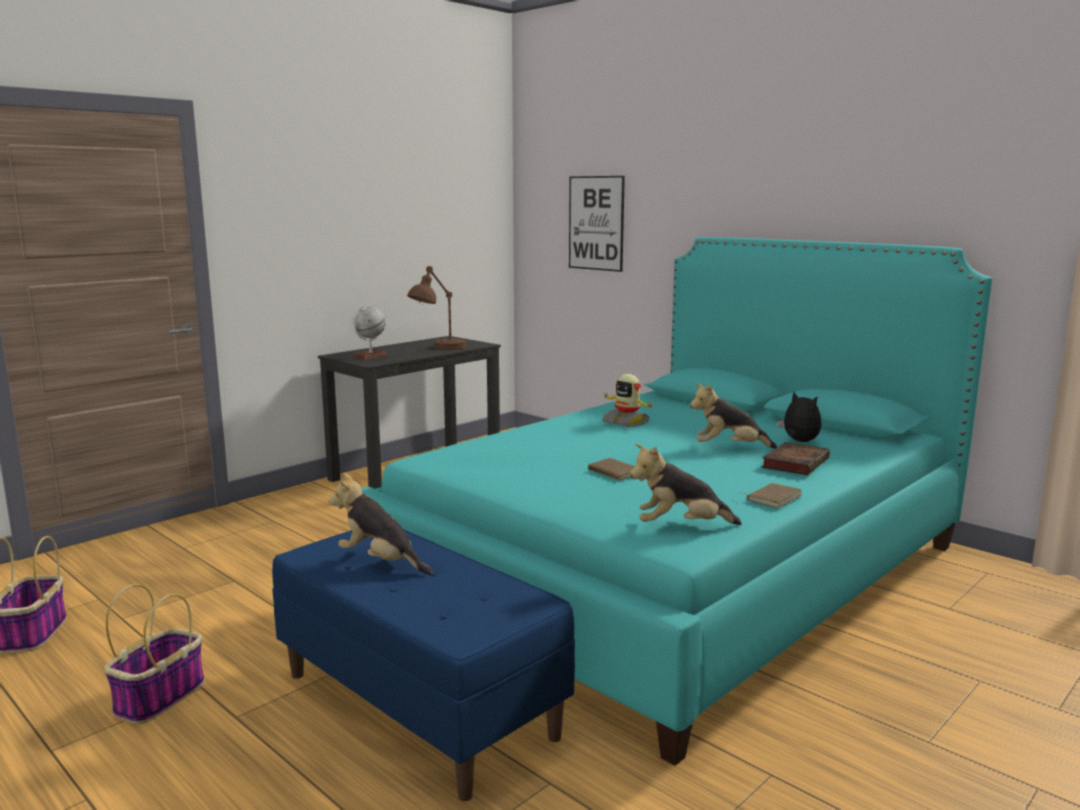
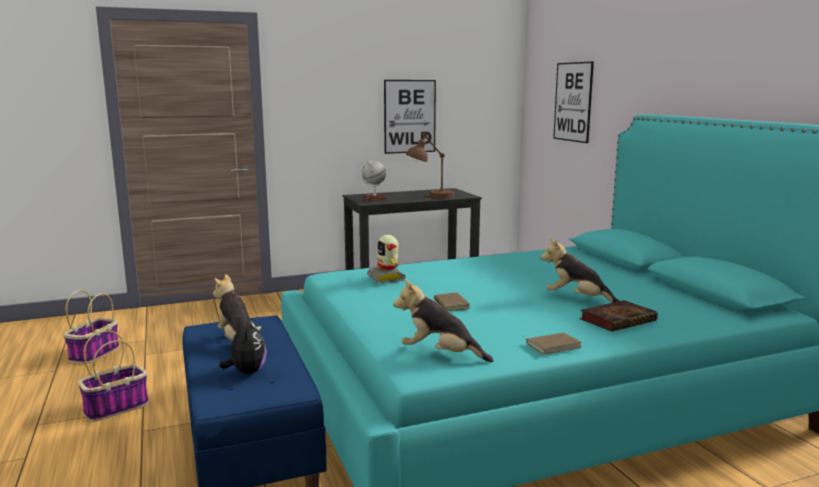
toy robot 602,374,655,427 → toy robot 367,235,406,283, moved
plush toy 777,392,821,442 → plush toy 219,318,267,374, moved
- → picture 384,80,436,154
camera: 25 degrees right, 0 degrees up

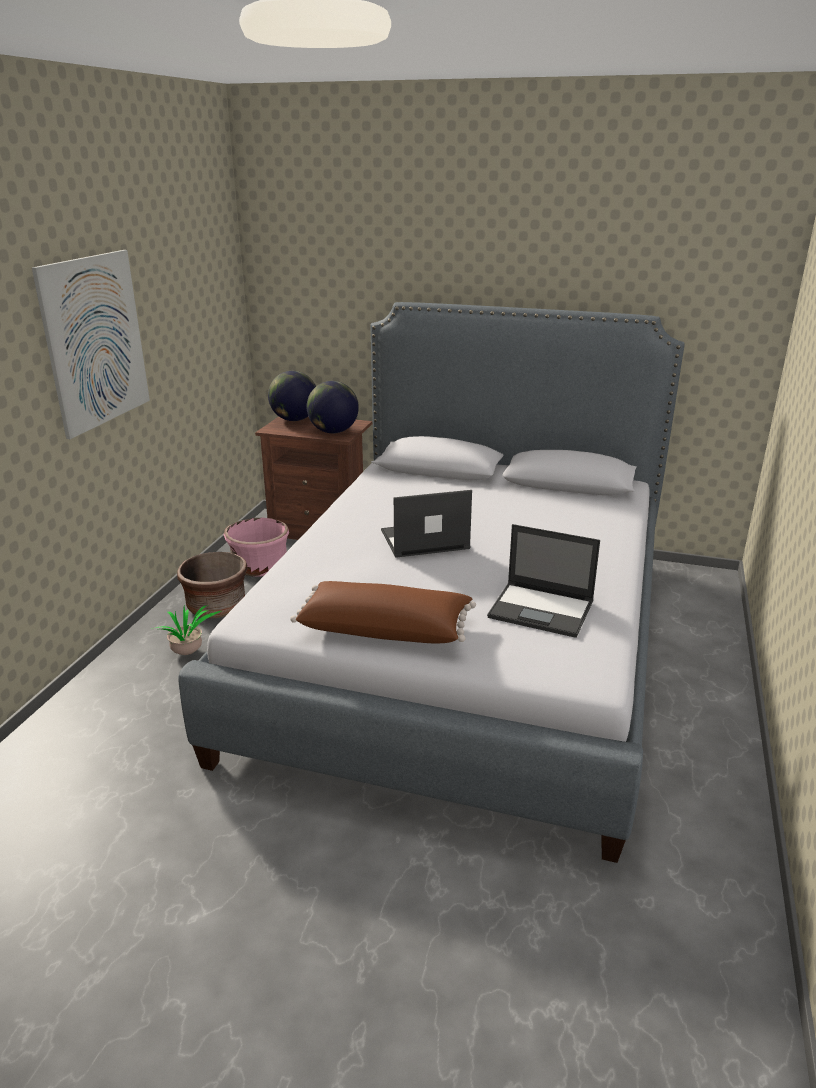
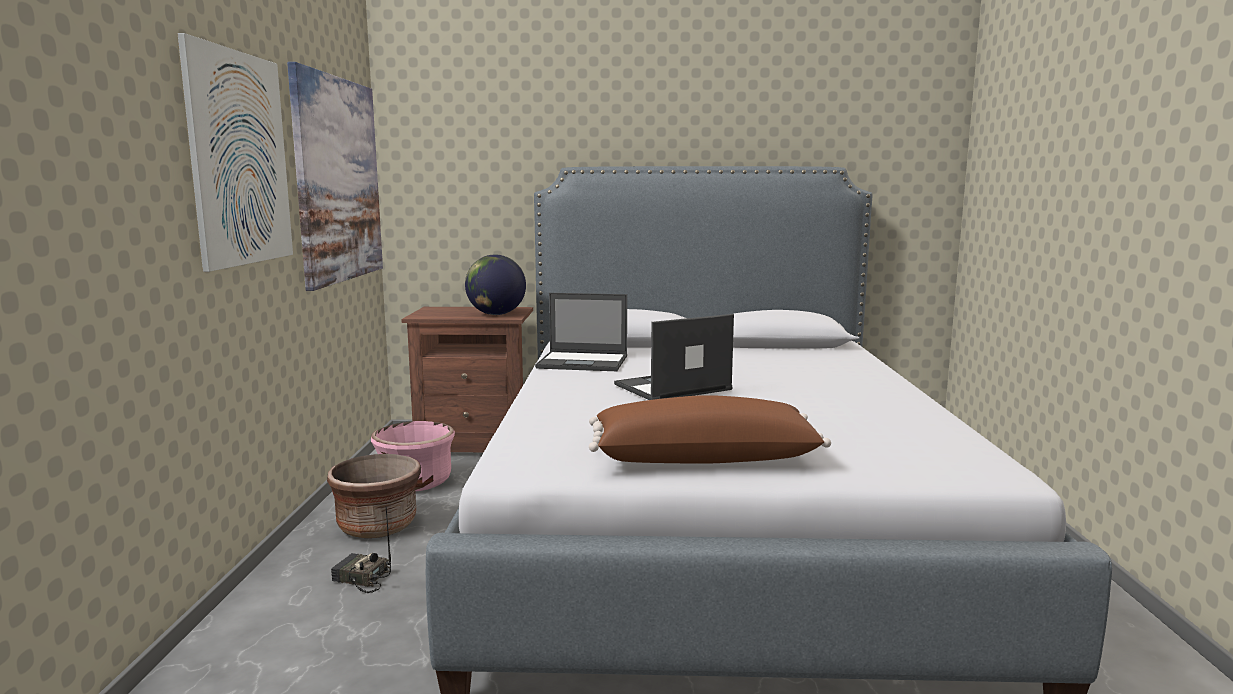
potted plant 151,605,221,655 → radio 331,506,391,593
globe 268,371,316,421 → -
laptop 487,524,600,638 → laptop 535,293,627,371, moved
- → picture 287,62,383,291
camera: 15 degrees left, 15 degrees down

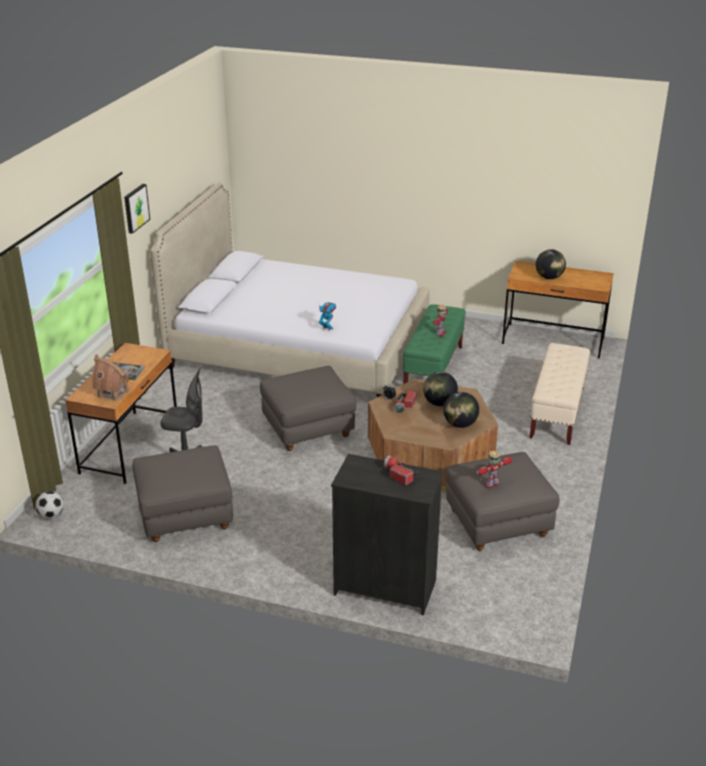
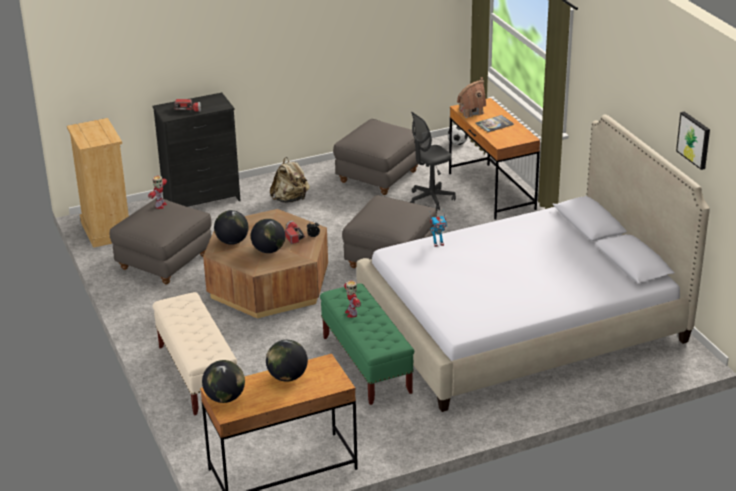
picture 124,184,150,234 → picture 676,112,710,170, moved
- → beige dresser 67,118,129,248
- → globe 202,360,245,403
- → beige backpack 270,157,310,203
camera: 140 degrees right, 0 degrees up

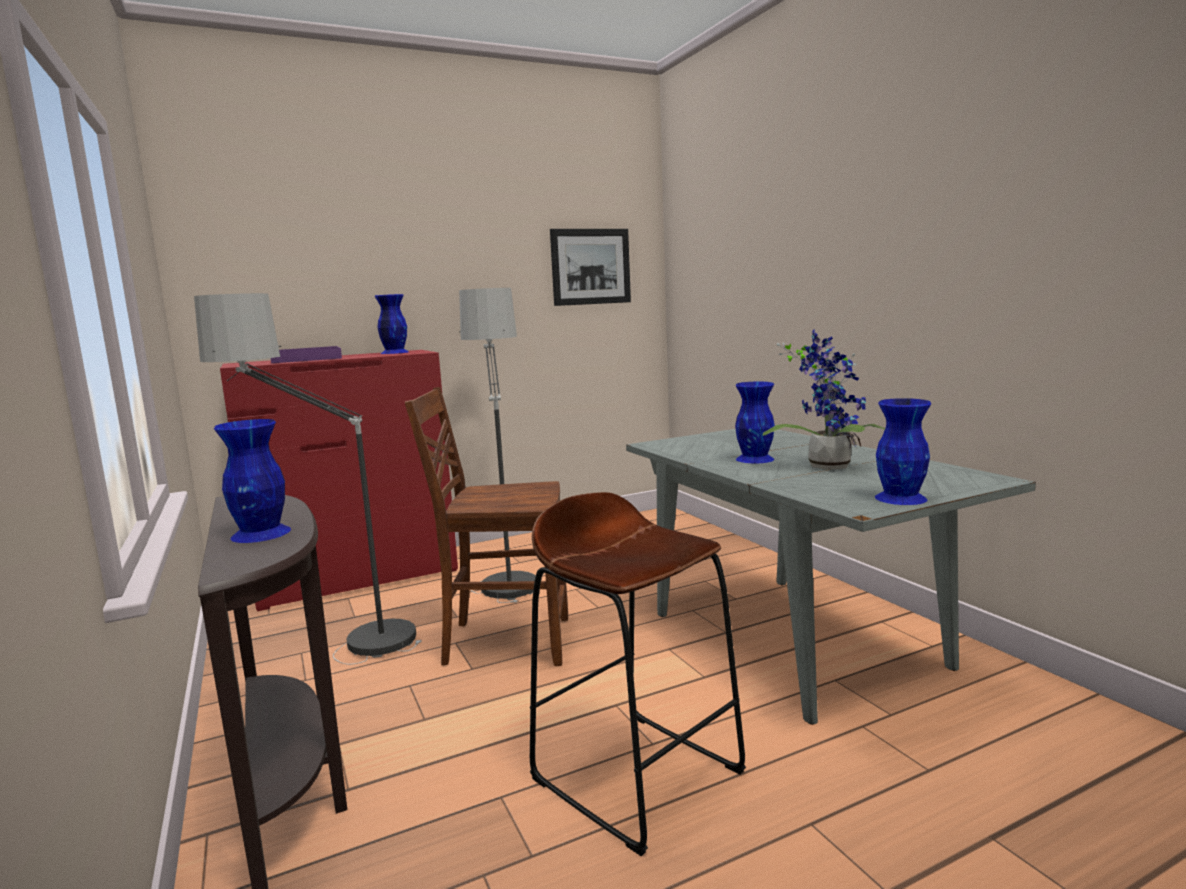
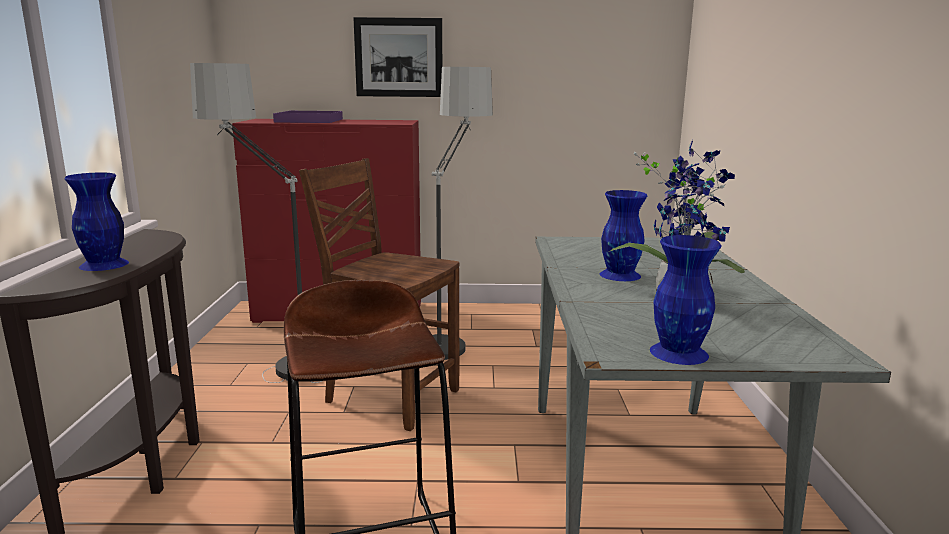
blue vase 375,294,409,354 → -
picture 550,229,631,306 → picture 354,17,442,97, moved
camera: 25 degrees right, 5 degrees up

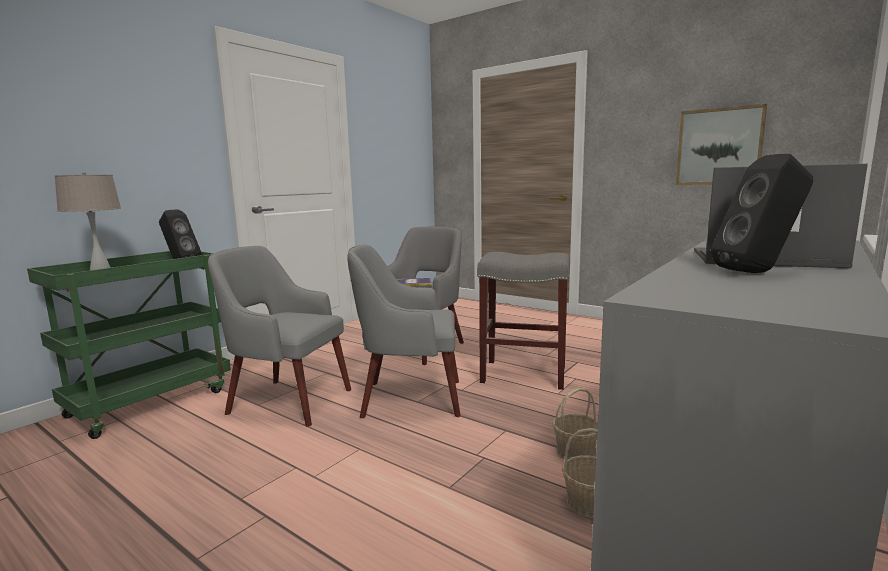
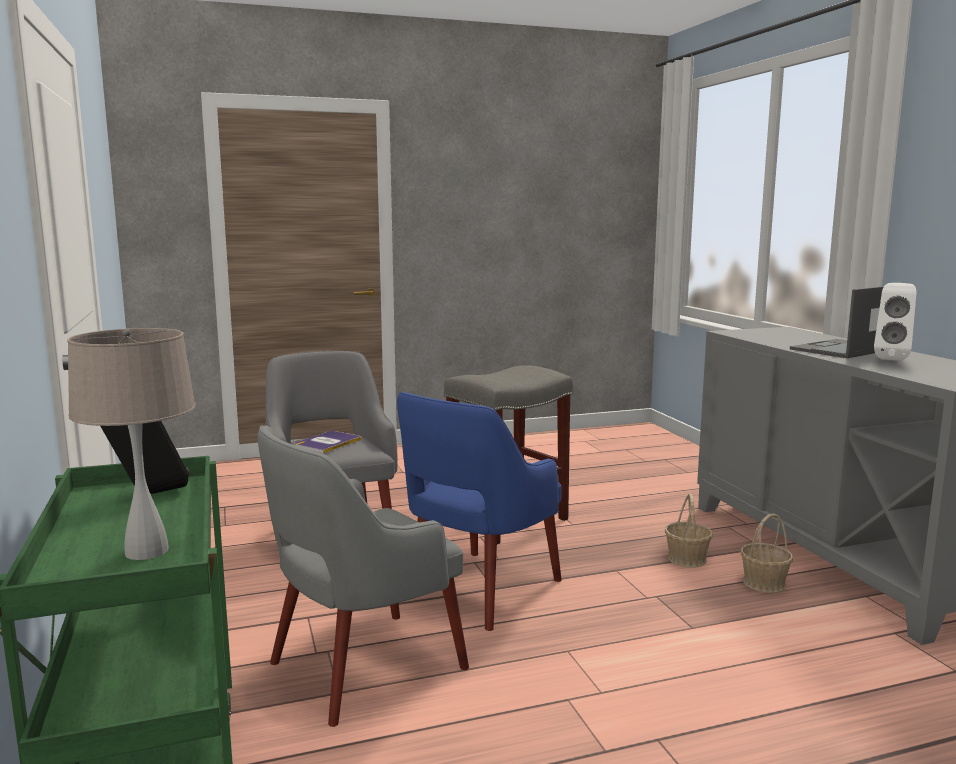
grey armchair 347,245,461,418 → blue armchair 397,392,562,631
picture 676,104,767,185 → -
black speaker 711,154,813,273 → white speaker 874,283,916,361
camera: 55 degrees left, 0 degrees up

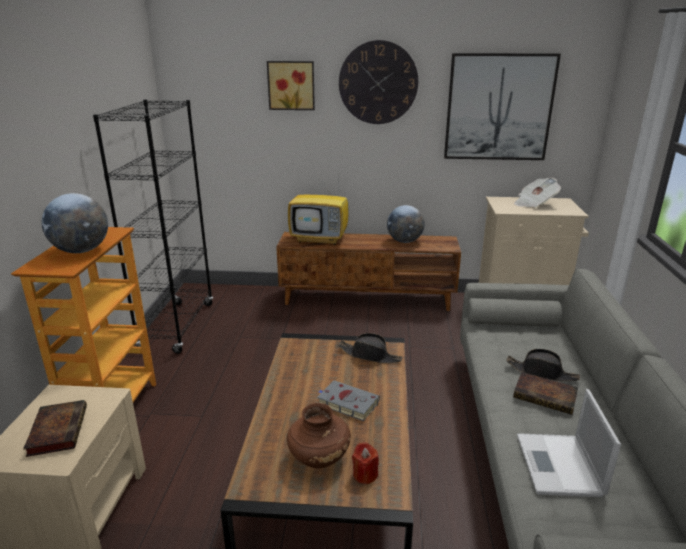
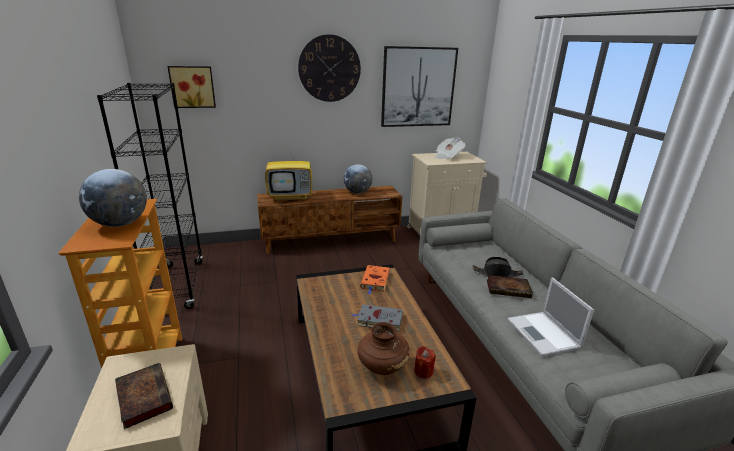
picture 267,61,315,110 → picture 167,66,216,108, moved
black hat 338,333,403,363 → orange book 360,265,389,295
camera: 20 degrees left, 0 degrees up

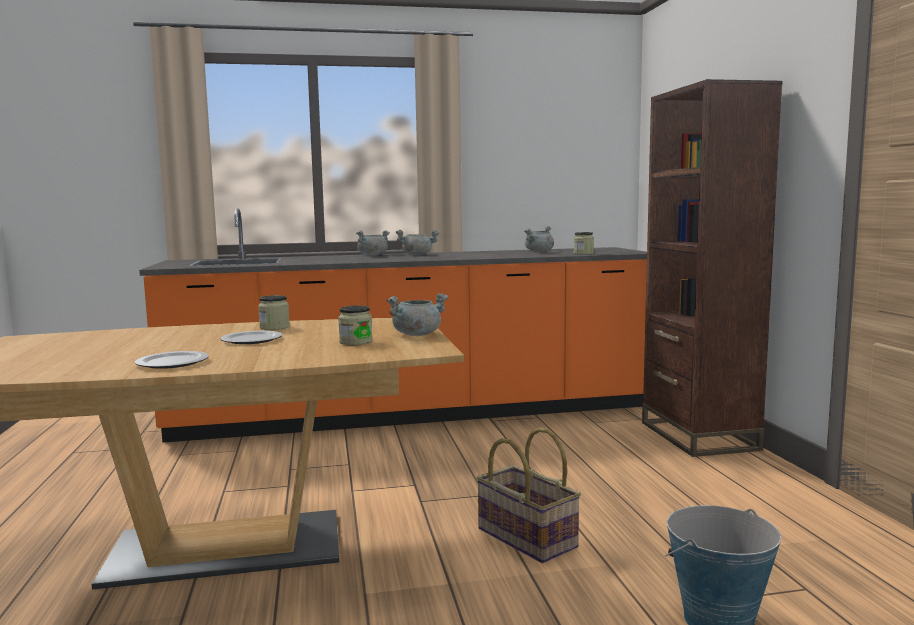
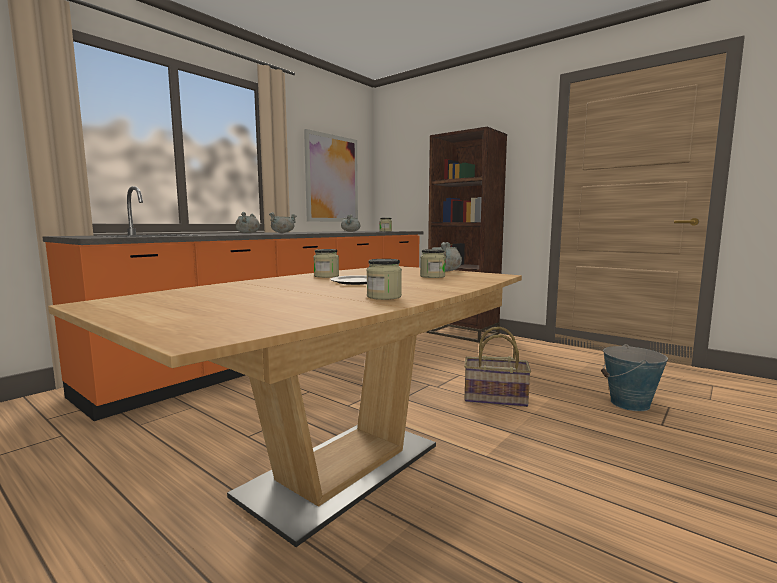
plate 135,351,209,369 → jar 367,259,402,300
- → picture 304,129,358,222
camera: 40 degrees left, 0 degrees up

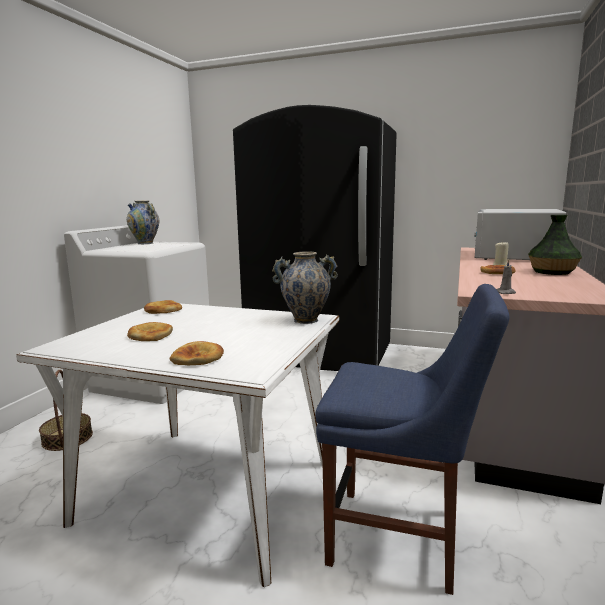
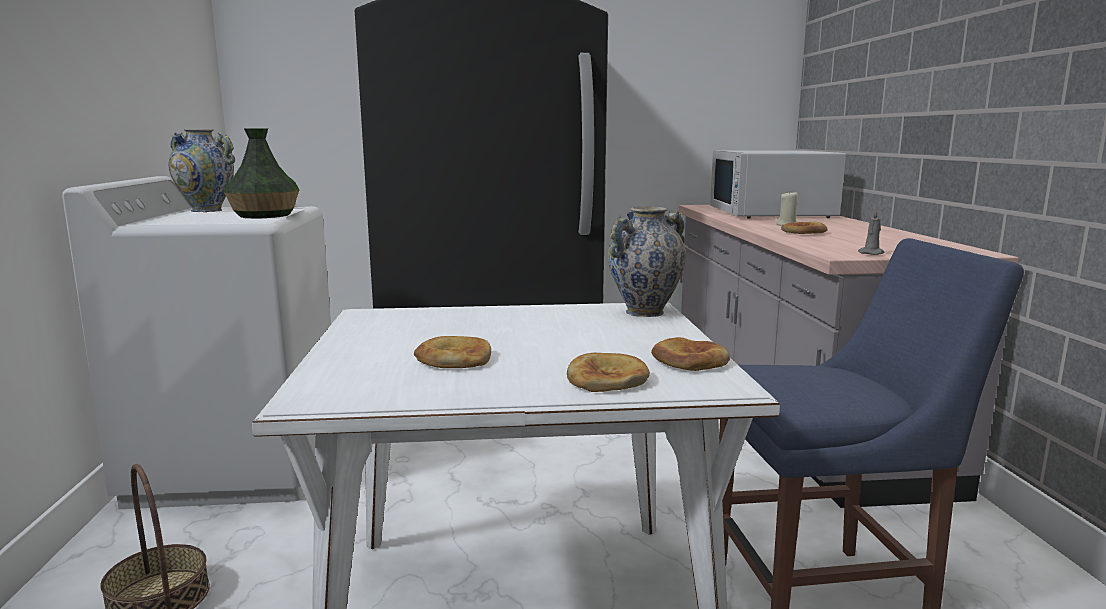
bread 144,300,182,314 → bread 651,337,730,371, moved
vase 528,215,582,275 → vase 224,128,299,218, moved
camera: 25 degrees left, 0 degrees up

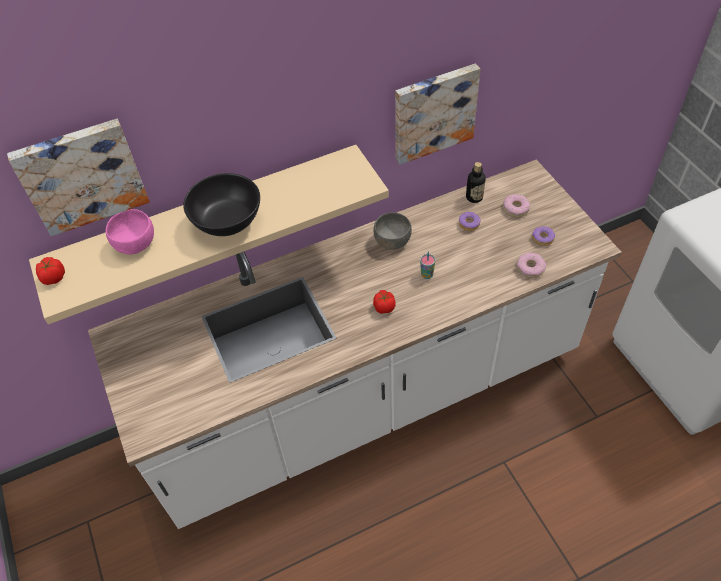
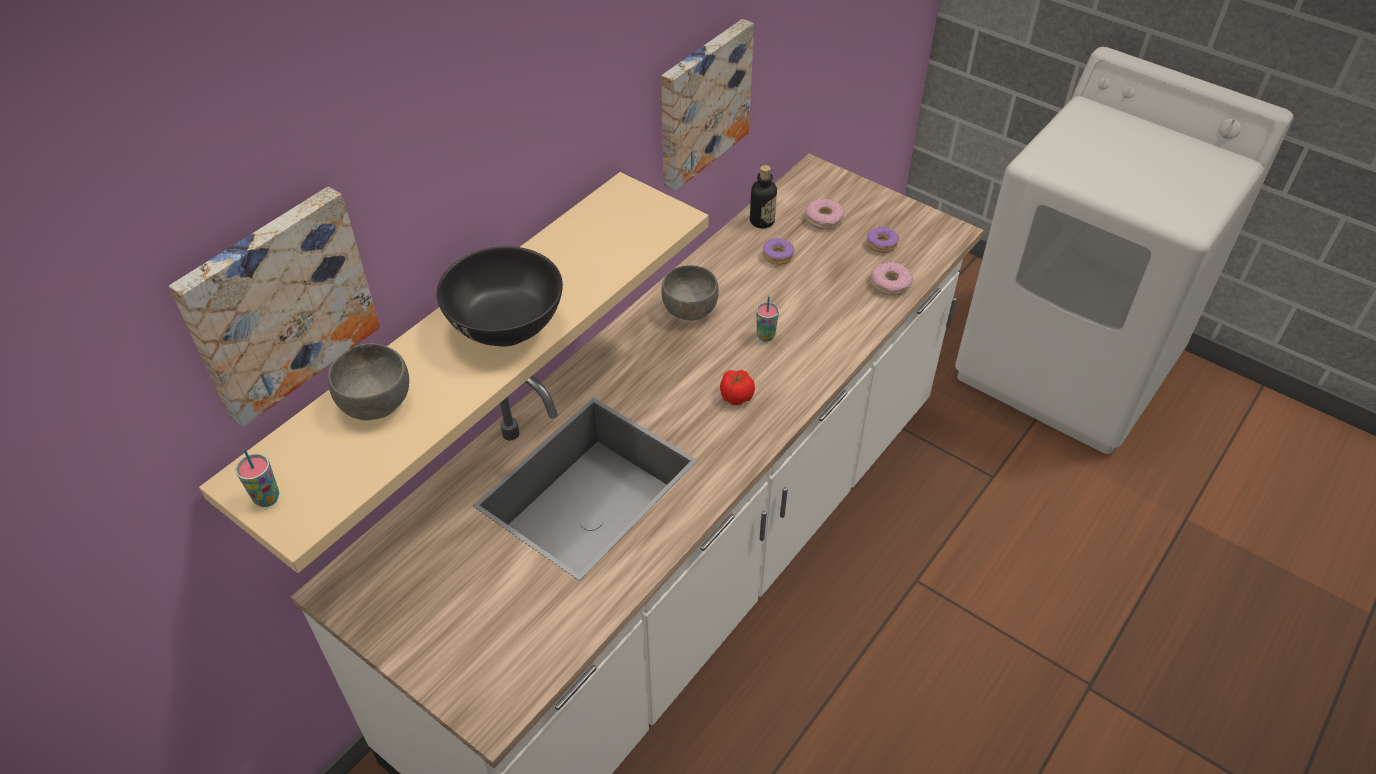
tomato 36,257,65,285 → cup 235,449,279,507
pink bowl 106,209,154,254 → grey bowl 328,343,409,420
camera: 30 degrees left, 5 degrees down

